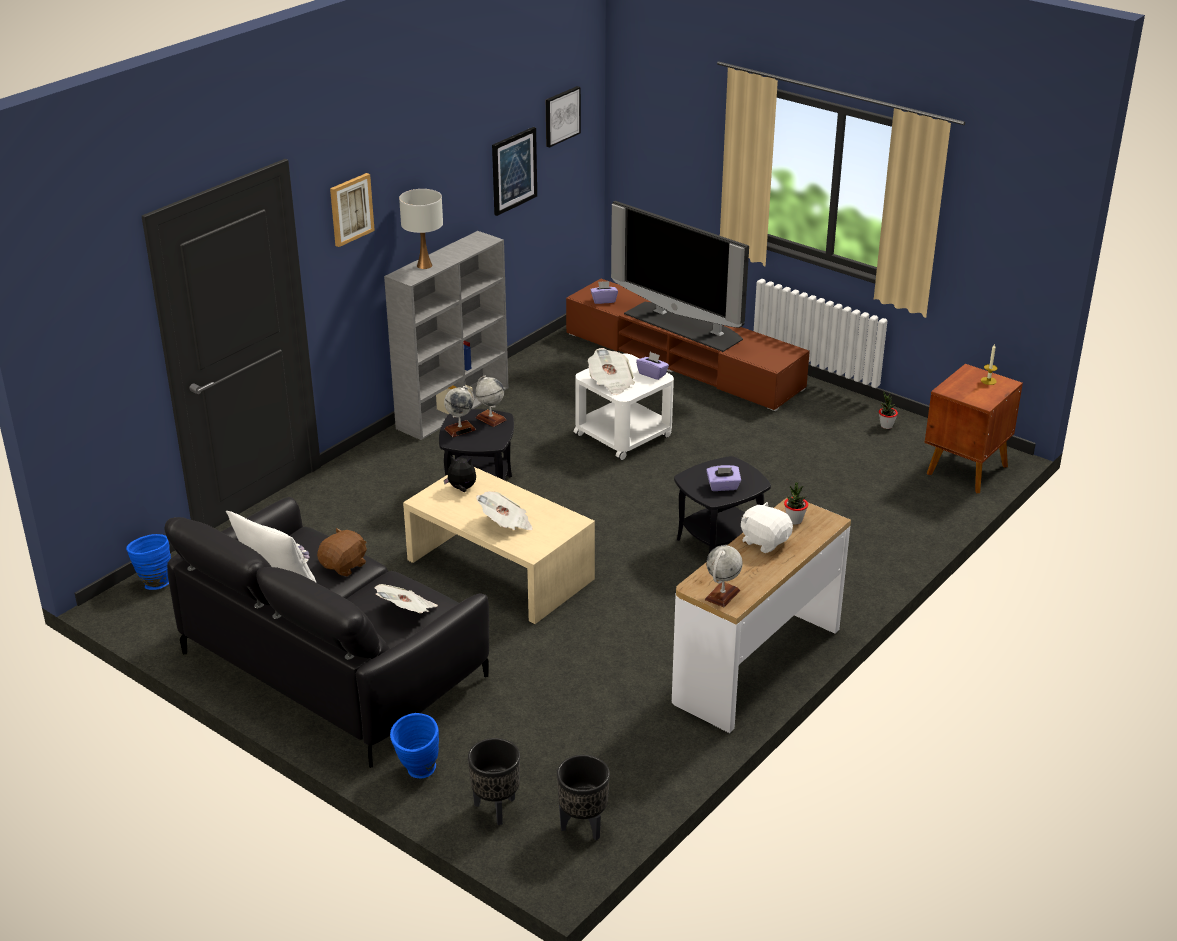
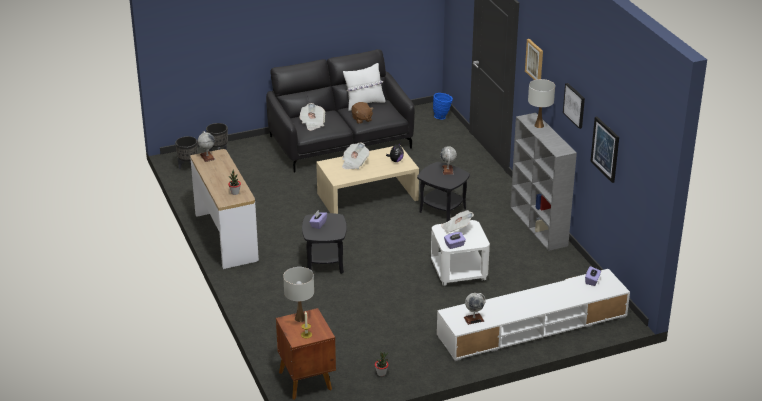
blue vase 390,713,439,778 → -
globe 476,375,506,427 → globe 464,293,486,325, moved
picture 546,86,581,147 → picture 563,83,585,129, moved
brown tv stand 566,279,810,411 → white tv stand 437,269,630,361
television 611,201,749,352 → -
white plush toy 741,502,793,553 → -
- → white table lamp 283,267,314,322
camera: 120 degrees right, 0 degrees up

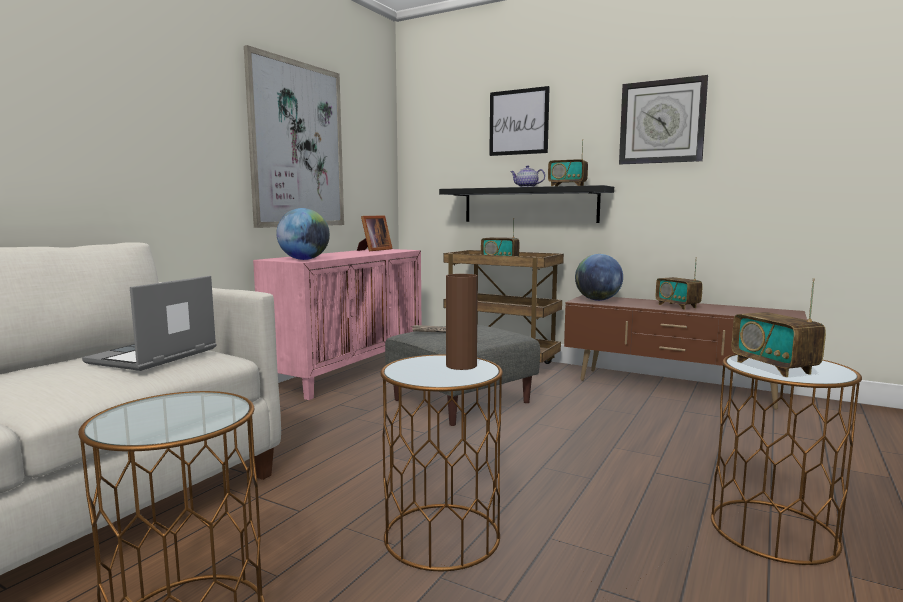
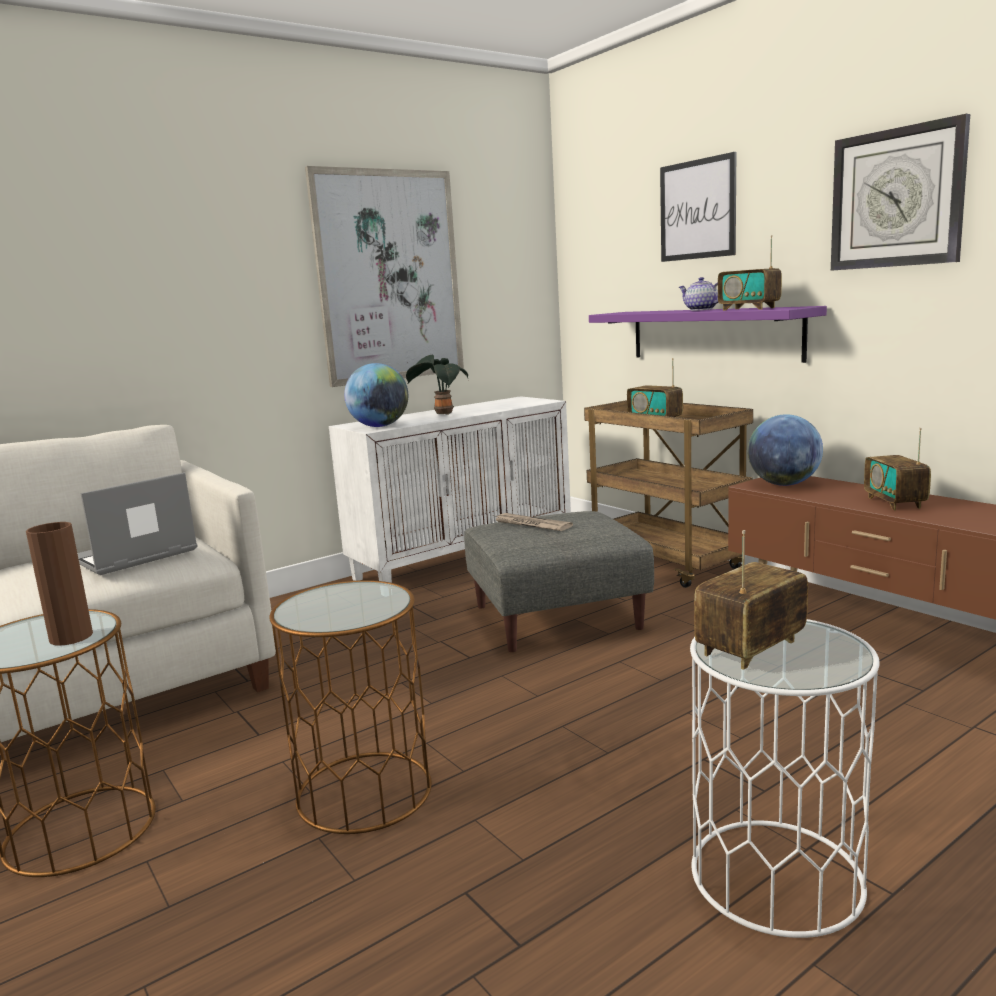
pink cabinet 253,249,421,400 → white cabinet 329,396,571,583
picture frame 357,216,393,251 → -
black shelf 439,185,614,223 → purple shelf 589,306,827,363
brown vase 446,274,478,370 → brown vase 26,522,93,646, moved
brown side table 711,354,862,565 → white side table 690,619,880,938
radio 732,278,826,377 → radio 694,530,808,670, 45 degrees clockwise
- → potted plant 406,355,469,415
camera: 25 degrees right, 5 degrees up

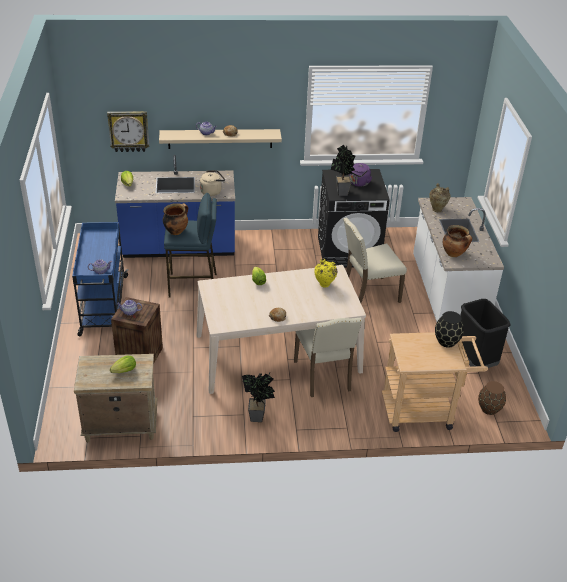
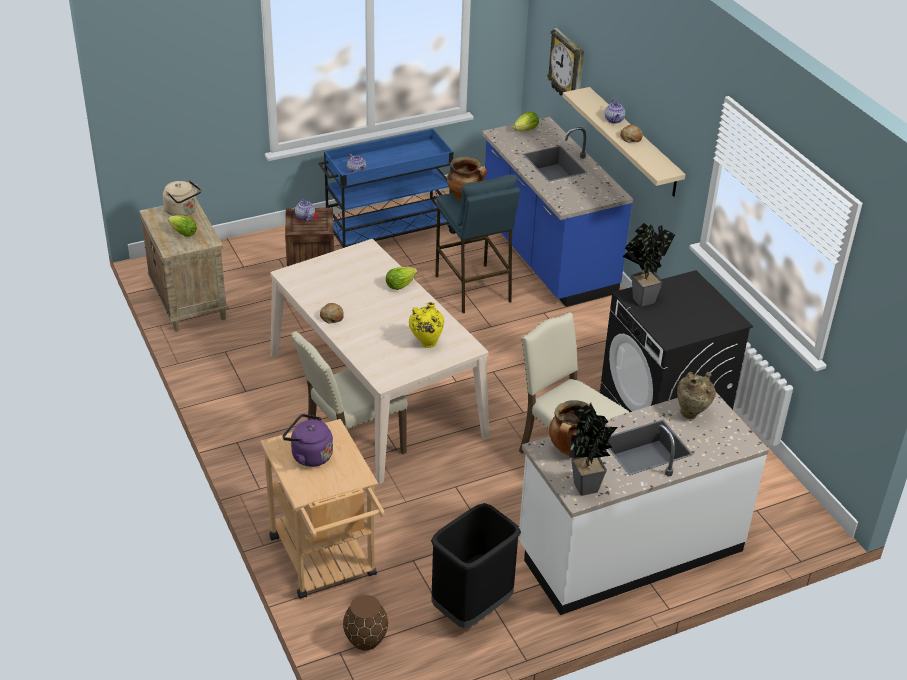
beige kettle 200,170,225,196 → beige kettle 163,180,201,216, moved
potted plant 242,373,275,422 → potted plant 569,403,618,496, moved
purple kettle 349,162,372,187 → purple kettle 283,414,333,467, moved
black vase 435,311,464,348 → -
camera: 70 degrees right, 0 degrees up

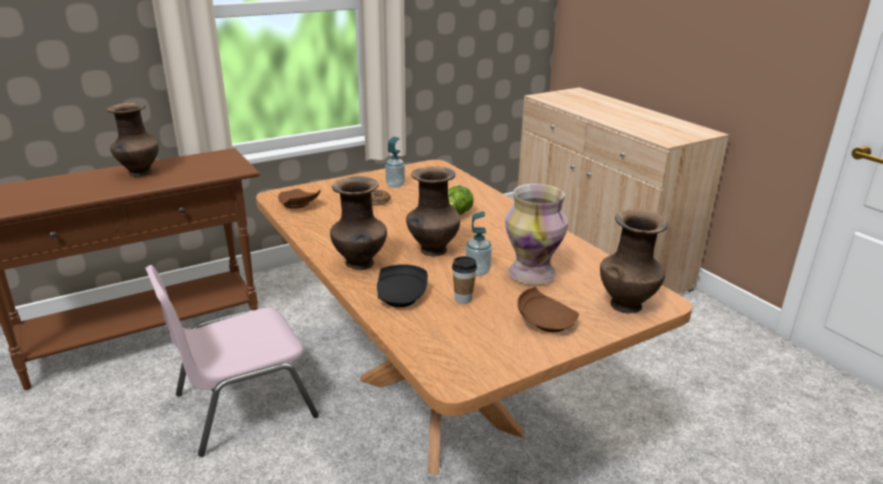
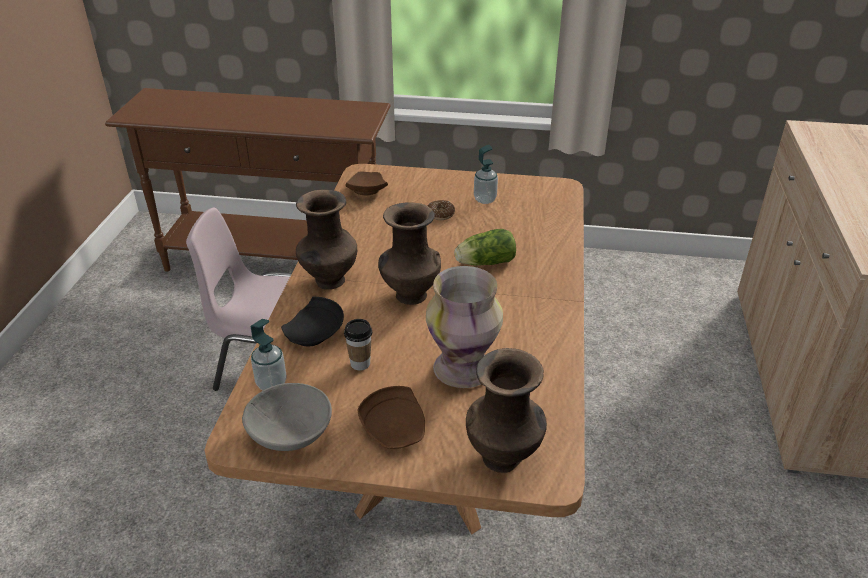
brown vase 107,103,159,177 → -
soap dispenser 466,211,492,276 → soap dispenser 251,319,287,390, moved
- → grey bowl 242,383,332,451
camera: 40 degrees right, 10 degrees up

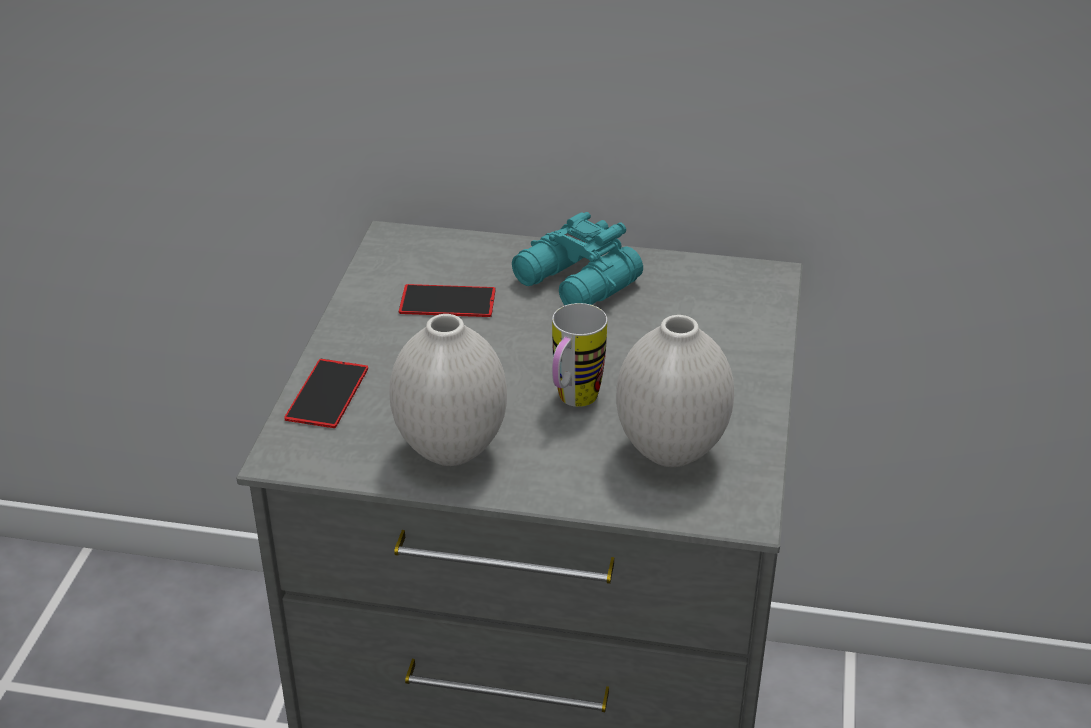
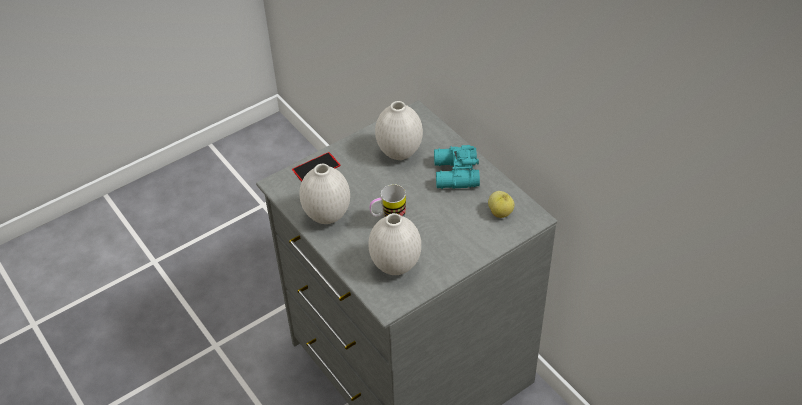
phone 399,284,496,317 → white vase 375,101,423,160
- → apple 488,191,514,218
camera: 45 degrees right, 10 degrees up

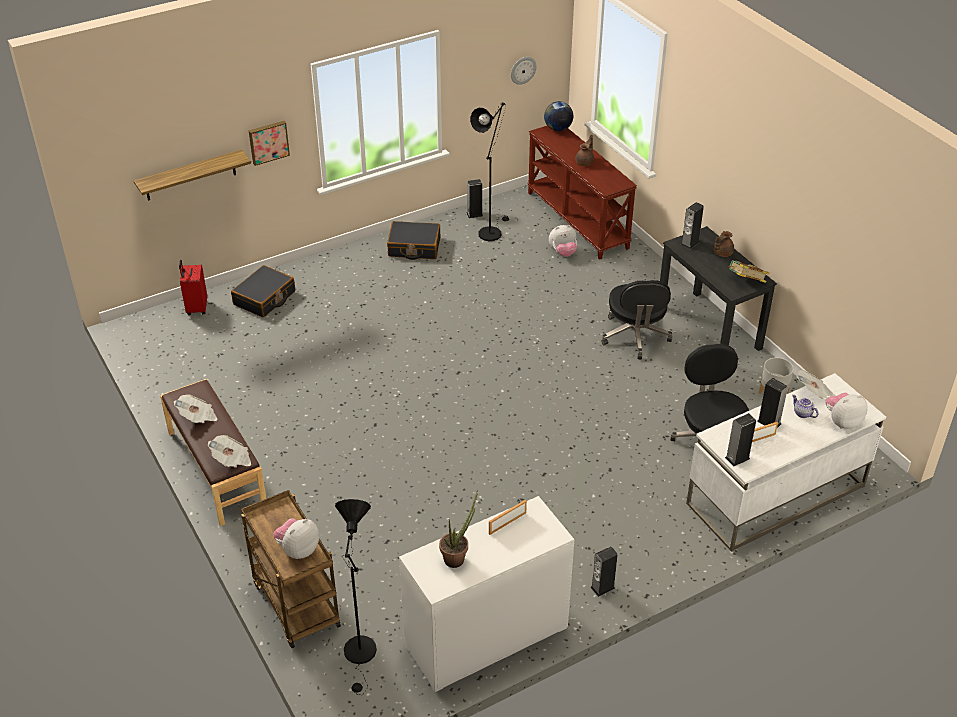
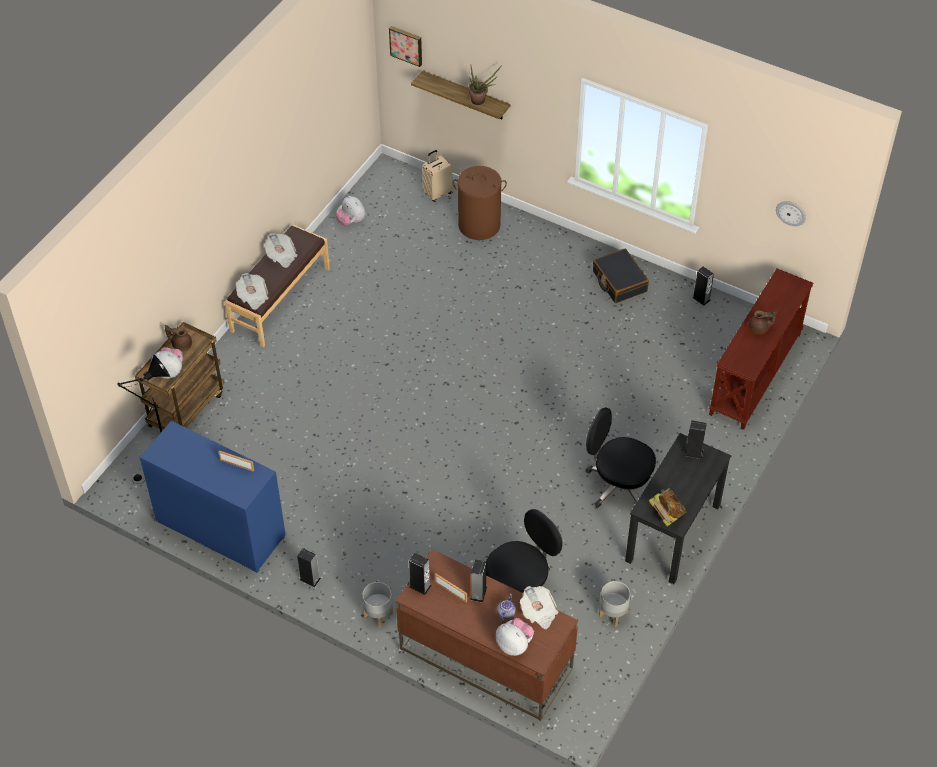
red suitcase 179,260,207,315 → beige suitcase 422,150,453,202
black suitcase 231,265,295,317 → brown laundry basket 452,166,507,240
picture 249,121,290,166 → picture 389,26,422,67, moved
white dresser 399,496,574,692 → blue dresser 140,421,286,573
potted plant 439,489,478,568 → potted plant 468,65,502,105, moved
black floor lamp 470,102,509,241 → -
globe 544,101,573,131 → -
plush toy 549,225,577,257 → plush toy 335,196,365,226, moved
black office chair 601,280,672,360 → black office chair 586,408,656,508, 60 degrees clockwise
white desk 686,373,886,552 → brown desk 396,549,578,721
brown teapot 713,231,734,257 → brown teapot 165,325,192,351, moved
- → grey planter 362,582,393,628
camera: 60 degrees right, 10 degrees up

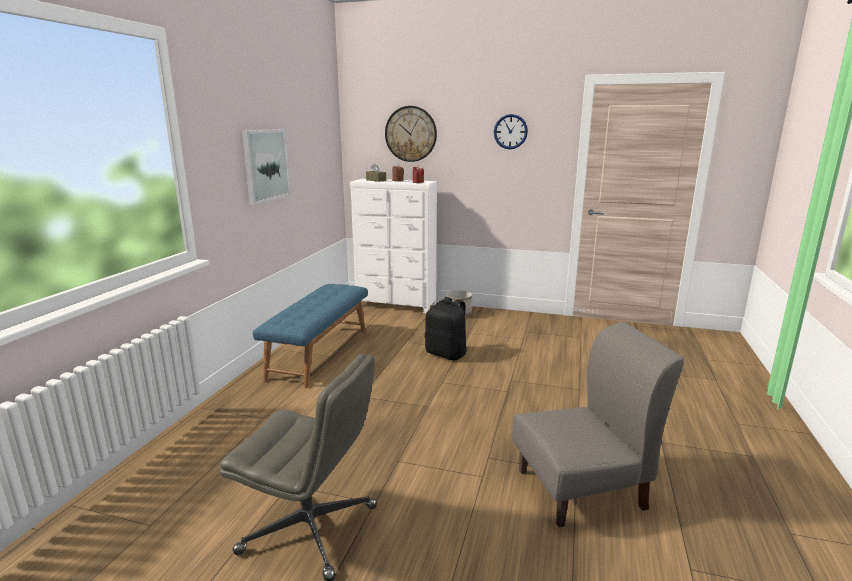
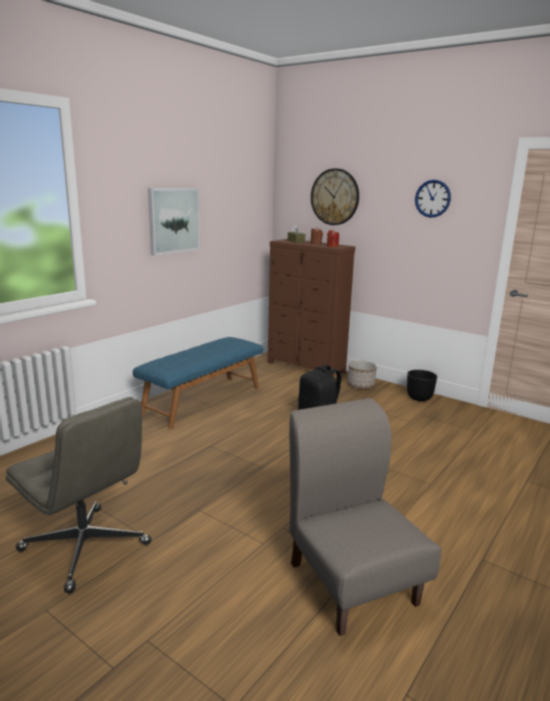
white dresser 350,179,438,313 → brown dresser 268,239,355,376
grey chair 512,322,684,528 → grey chair 289,398,441,636, 120 degrees counterclockwise
- → black planter 407,370,437,401
camera: 20 degrees right, 0 degrees up

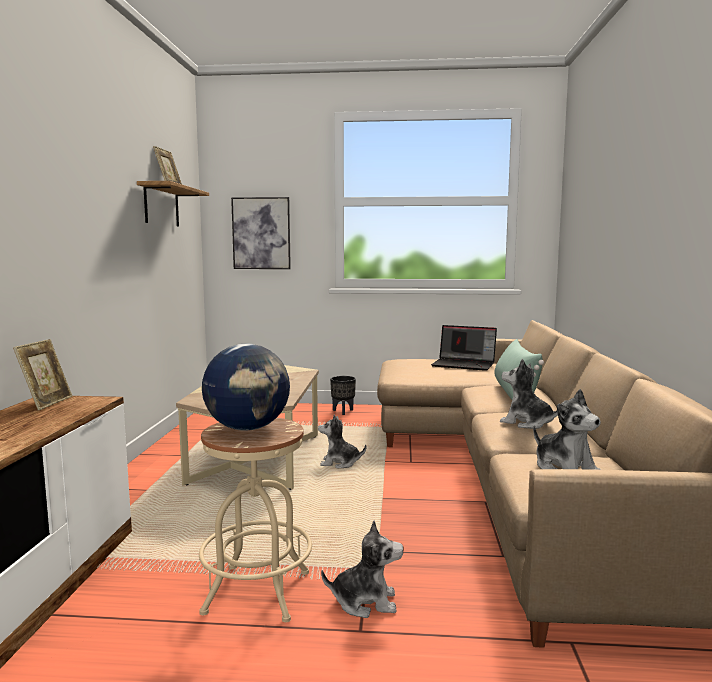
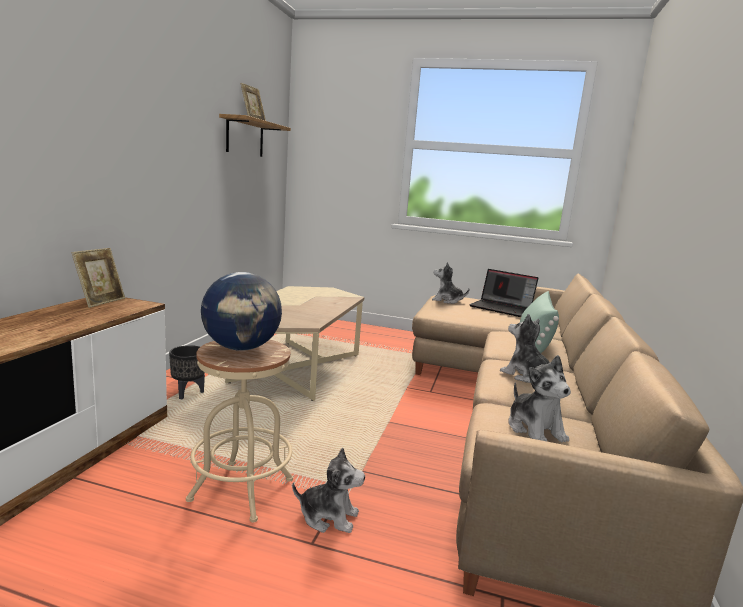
picture 231,197,291,269 → -
plush toy 318,414,366,468 → plush toy 432,262,469,304, moved
black planter 330,376,356,415 → black planter 169,345,205,399, moved
camera: 10 degrees right, 5 degrees up

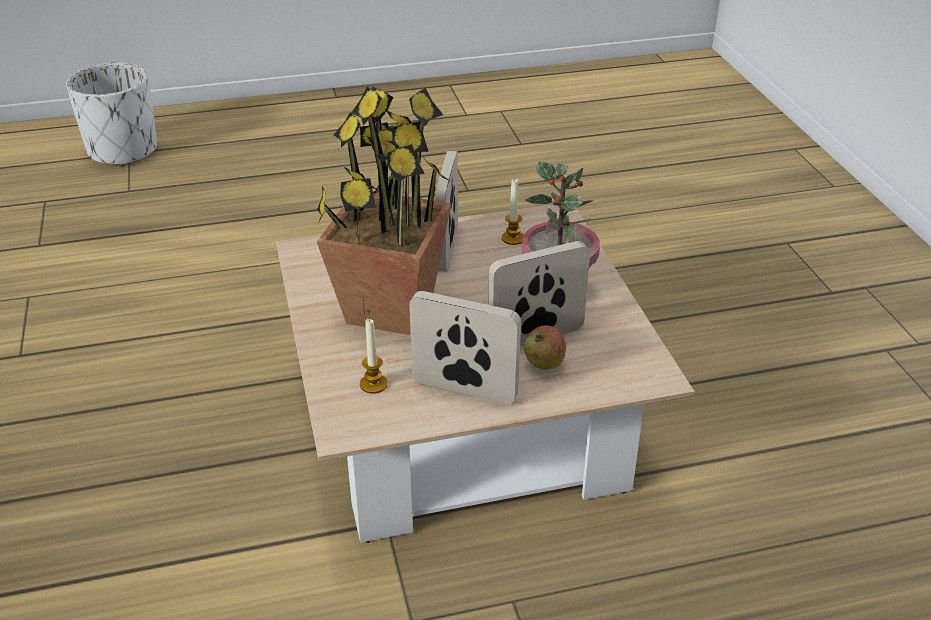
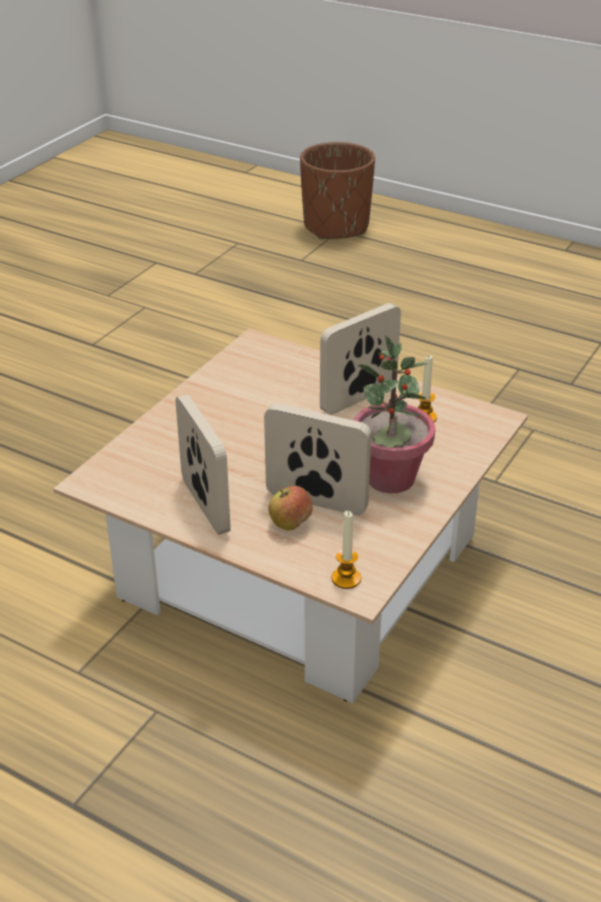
white planter 66,62,157,167 → brown planter 300,142,375,239
potted plant 317,87,451,335 → -
candle 360,318,388,394 → candle 332,511,361,589, moved
camera: 45 degrees right, 0 degrees up

